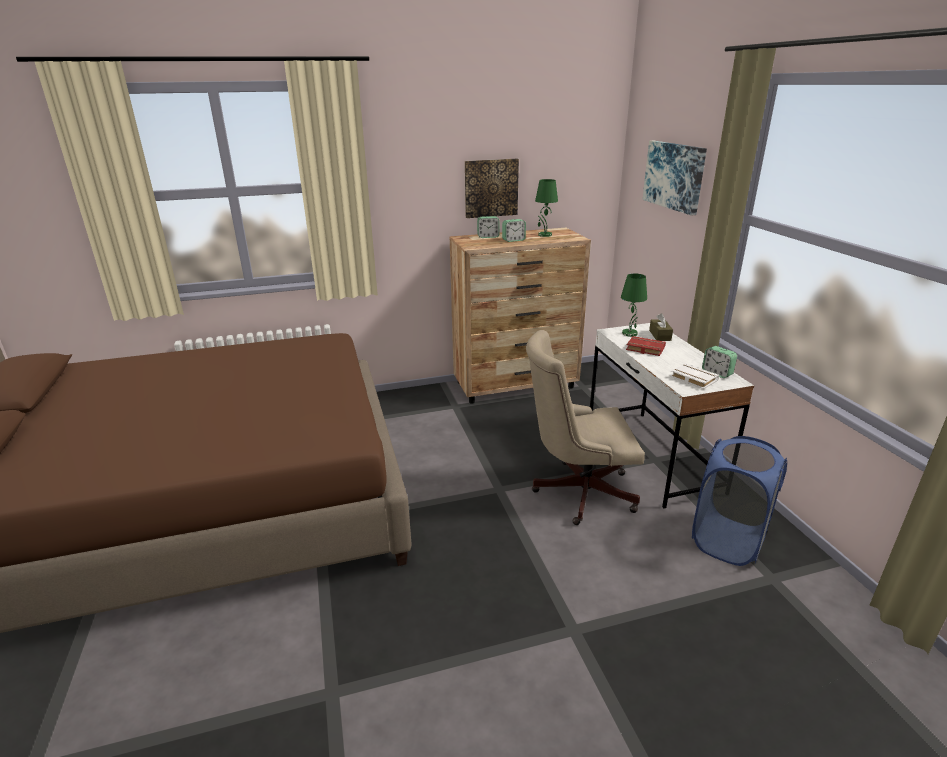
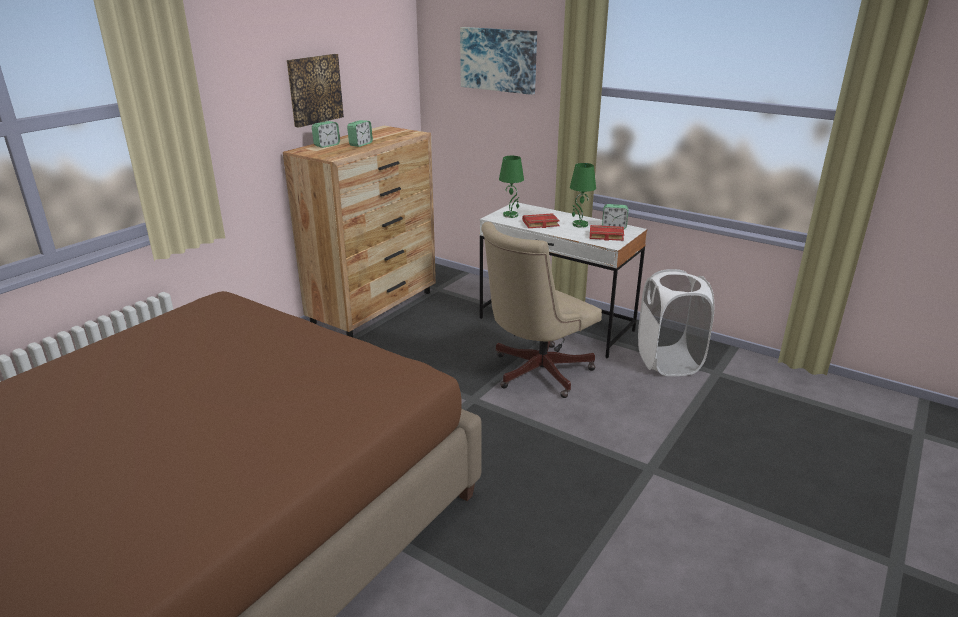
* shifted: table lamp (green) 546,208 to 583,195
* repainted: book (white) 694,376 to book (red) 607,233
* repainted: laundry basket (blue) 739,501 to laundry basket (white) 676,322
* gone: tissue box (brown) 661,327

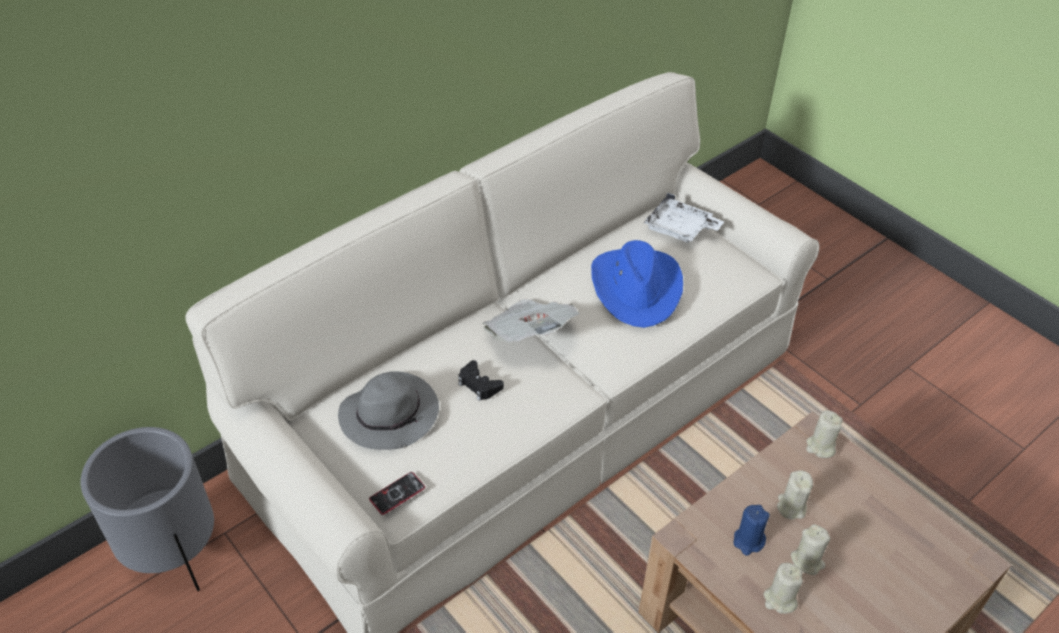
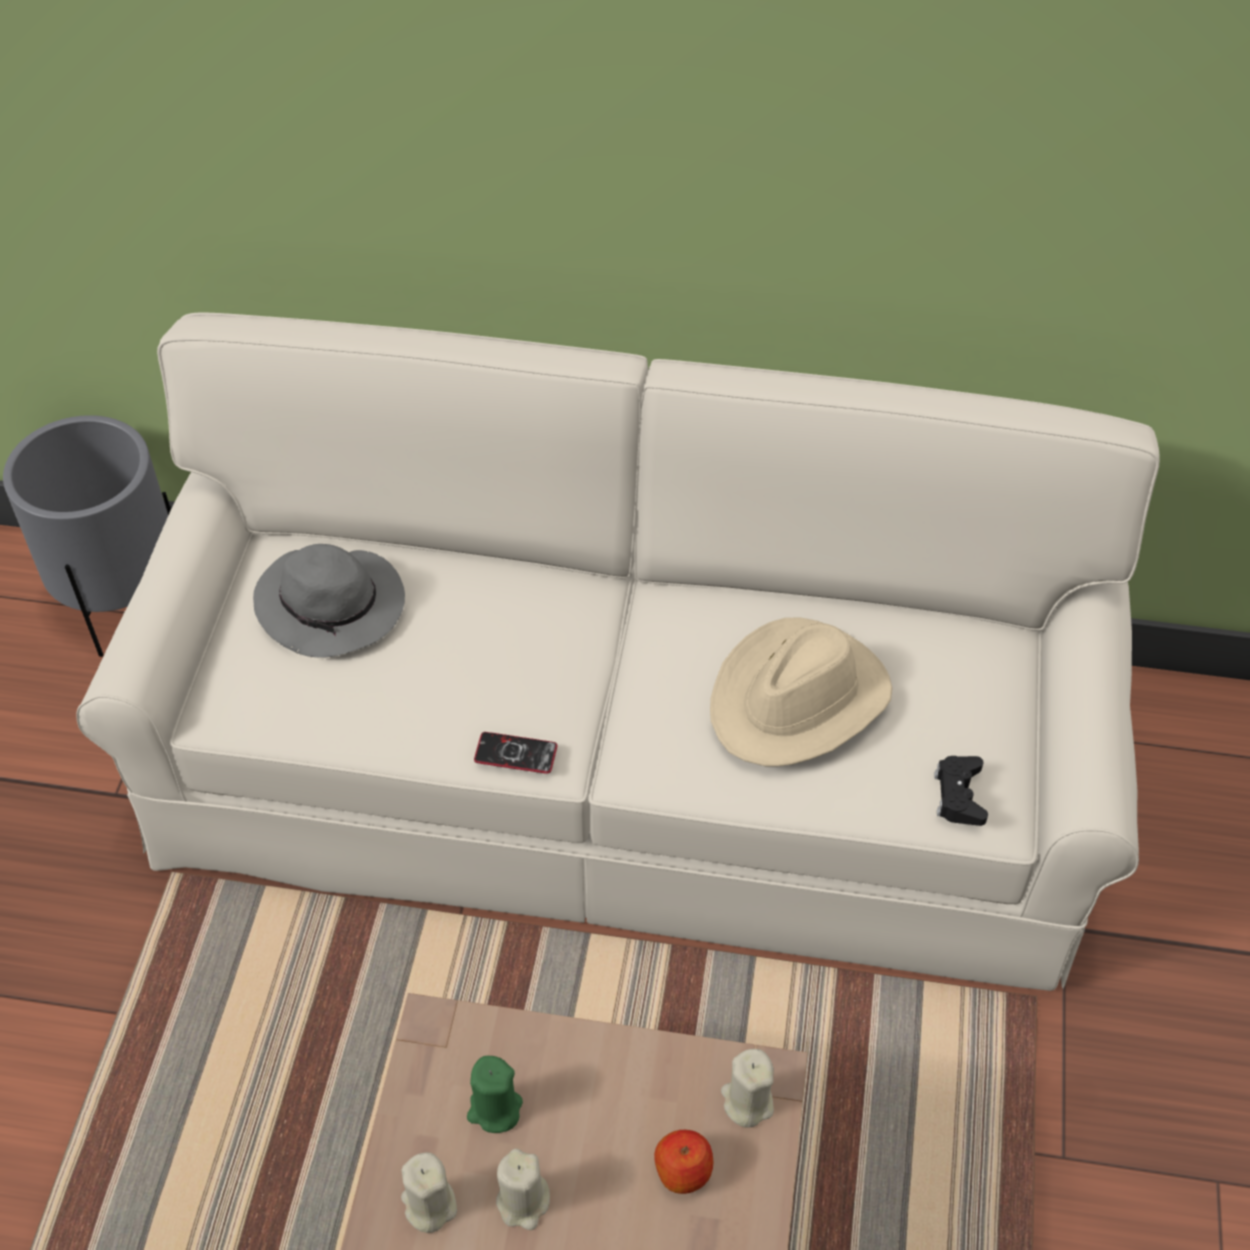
* repainted: candle (blue) 751,530 to candle (green) 495,1094
* shifted: phone 397,493 to 516,753
* new: apple 683,1162
* repainted: hat (blue) 637,284 to hat (beige) 801,691
* shifted: game controller (black) 481,380 to 961,791
* gone: newspaper 530,320
* gone: tray (white) 683,218
* gone: candle (beige) 795,495

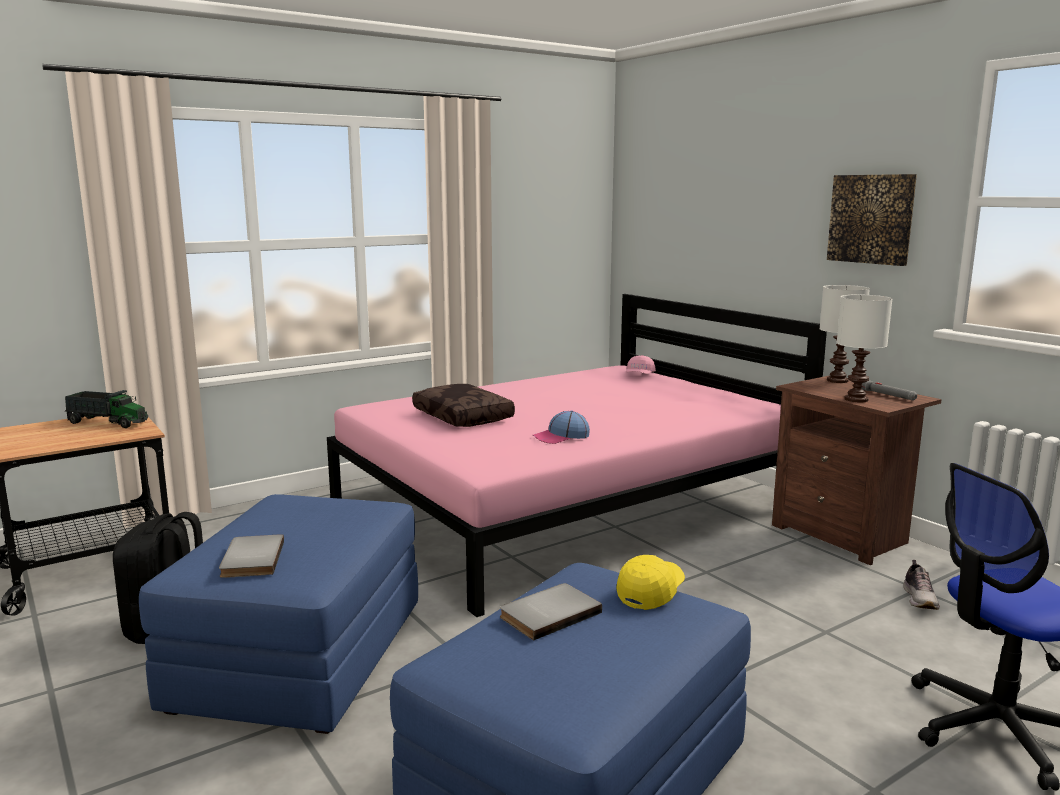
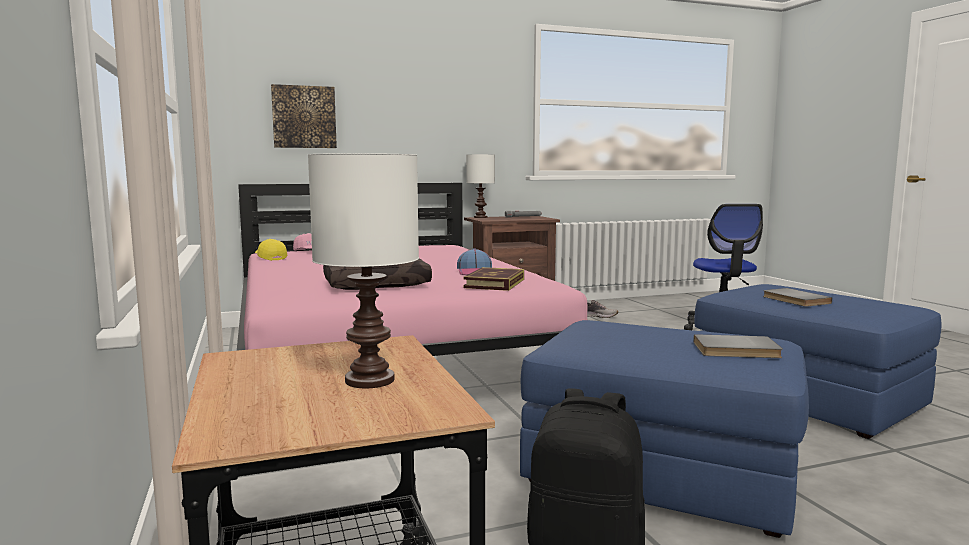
* shifted: cap (yellow) 650,582 to 271,250
* shifted: picture 872,220 to 304,116
* shifted: table lamp (white) 865,348 to 363,270
* new: book 493,279
* gone: toy truck 106,409

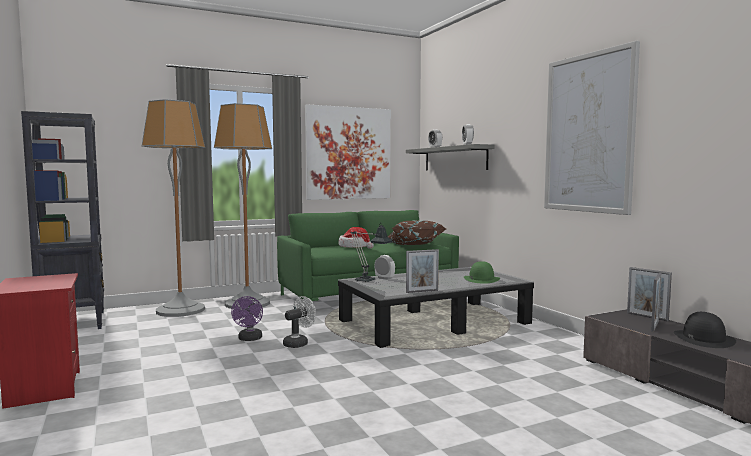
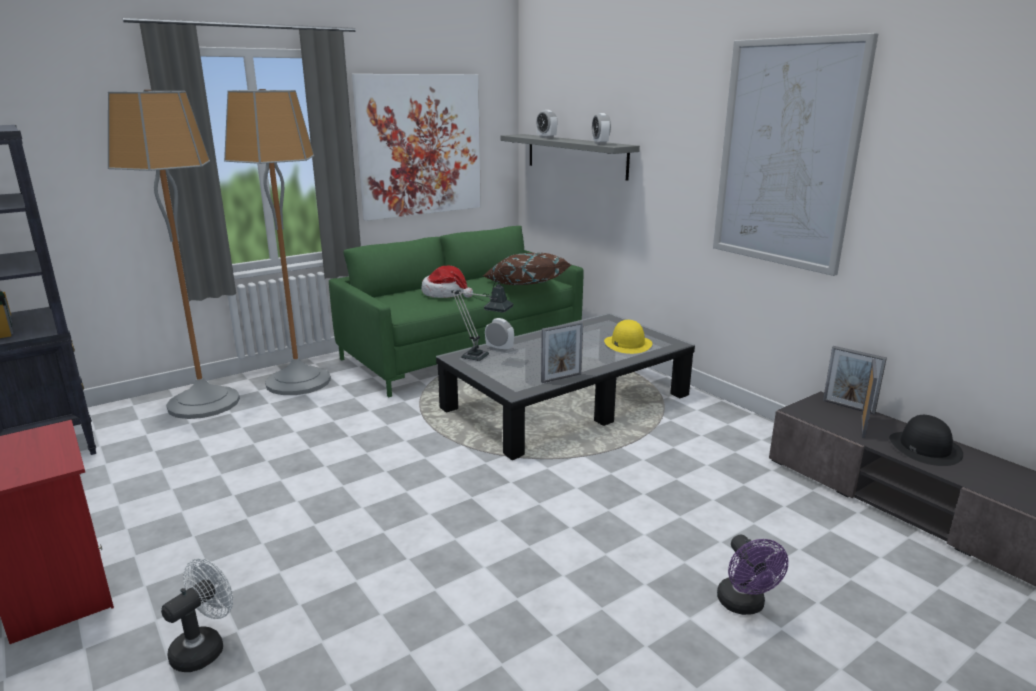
* shifted: fan (white) 299,322 to 197,615
* repainted: hat (green) 482,272 to hat (yellow) 628,337
* shifted: fan (purple) 247,318 to 753,575

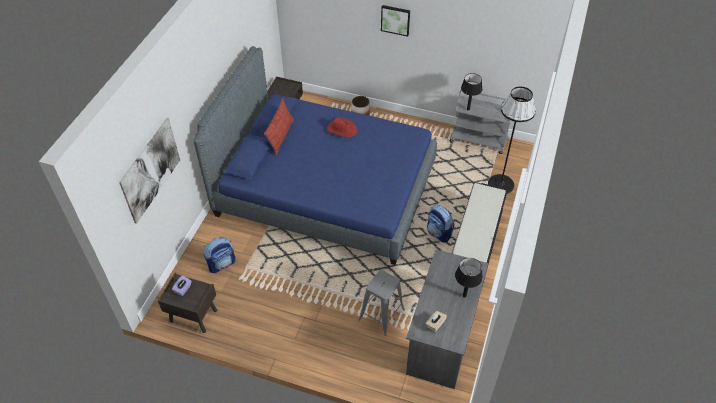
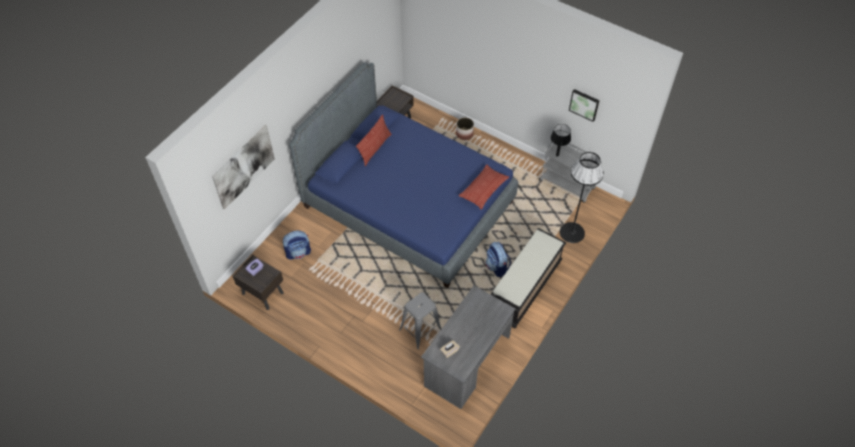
* new: pillow 483,186
* shifted: picture 395,21 to 584,105
* gone: hat (red) 342,127
* gone: table lamp (black) 469,278

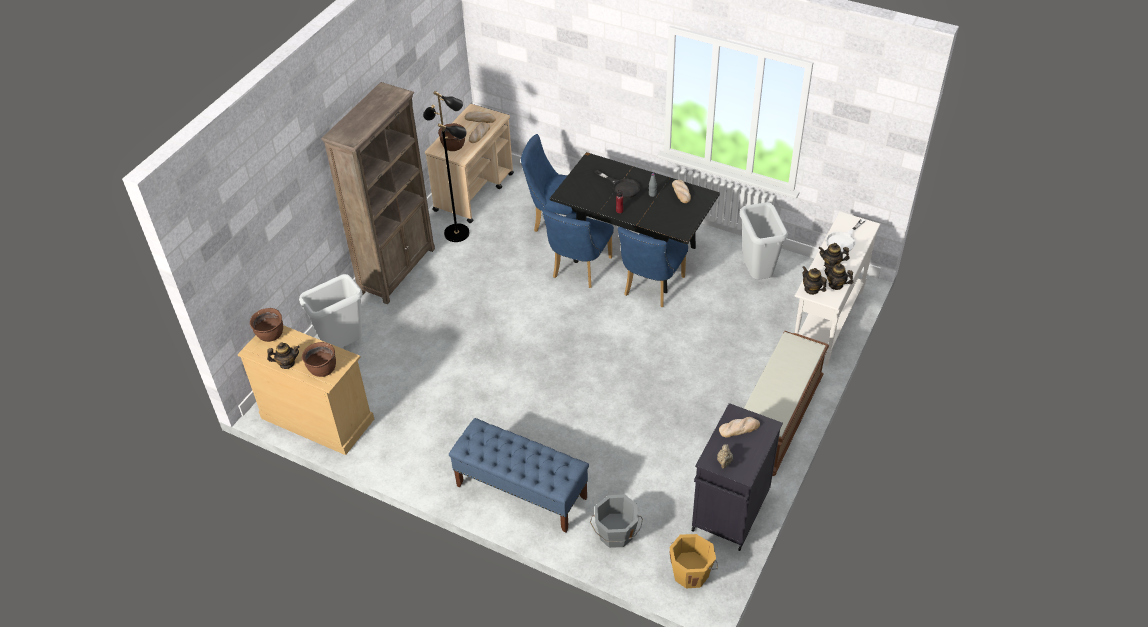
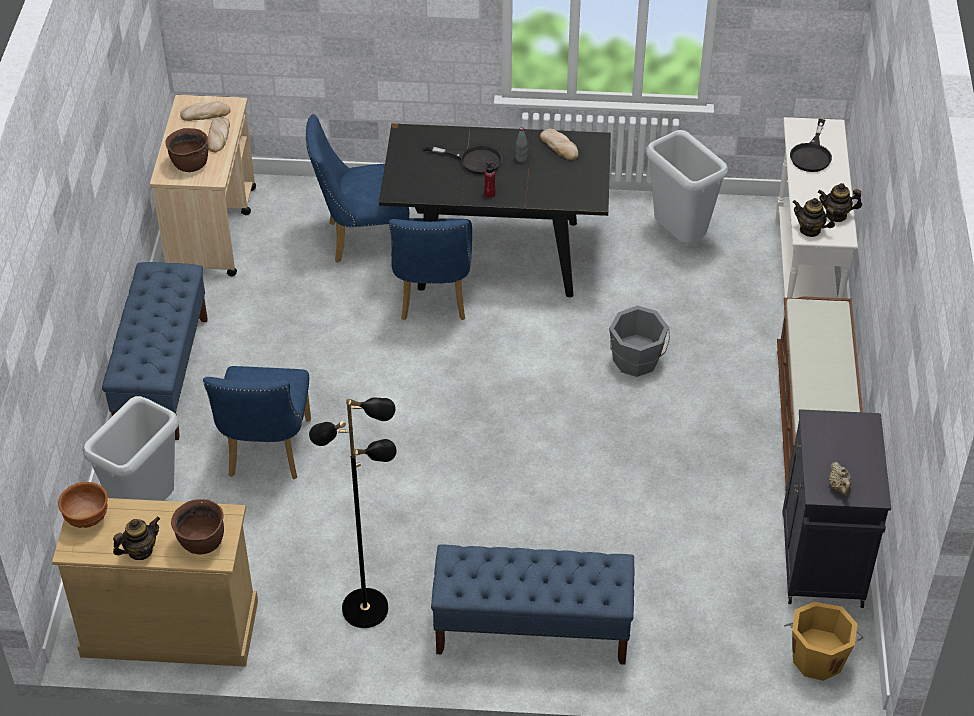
* swapped: cooking pot (brown) 266,325 to bowl (brown) 83,505
* swapped: bookcase (brown) 378,193 to bench (blue) 155,351
* shifted: chair (blue) 653,267 to 257,422
* shifted: floor lamp (black) 446,166 to 353,512
* shifted: bucket (grey) 616,521 to 639,341
* repainted: frying pan (white) 846,235 to frying pan (black) 811,145
* gone: bread 739,427
* gone: teapot 833,256

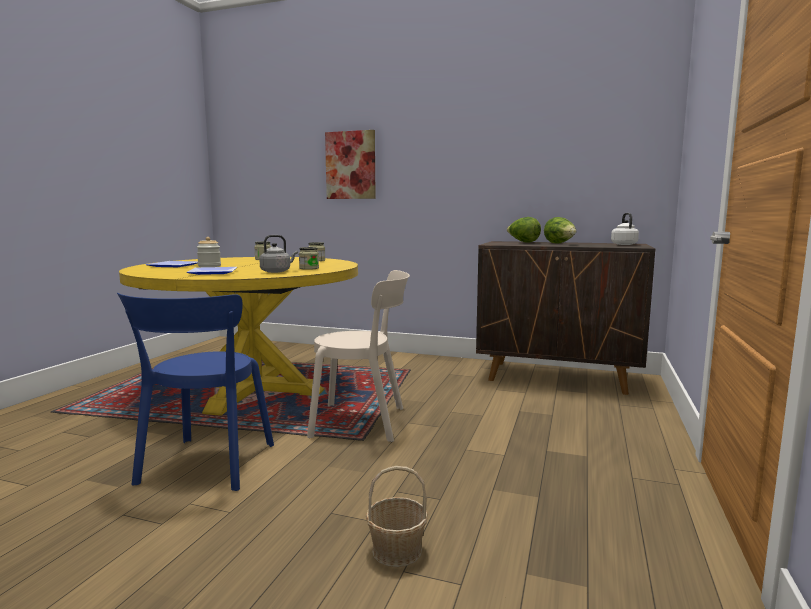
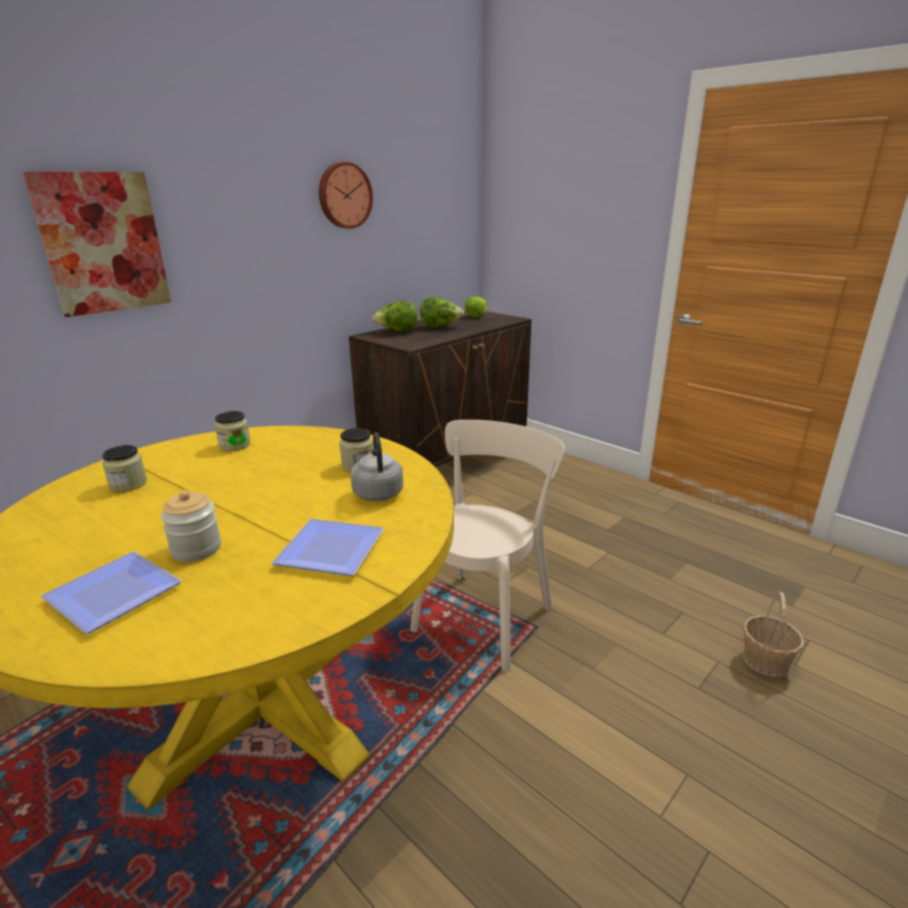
* new: wall clock 346,195
* swapped: kettle (white) 625,229 to lettuce 476,307
* gone: chair (blue) 195,392

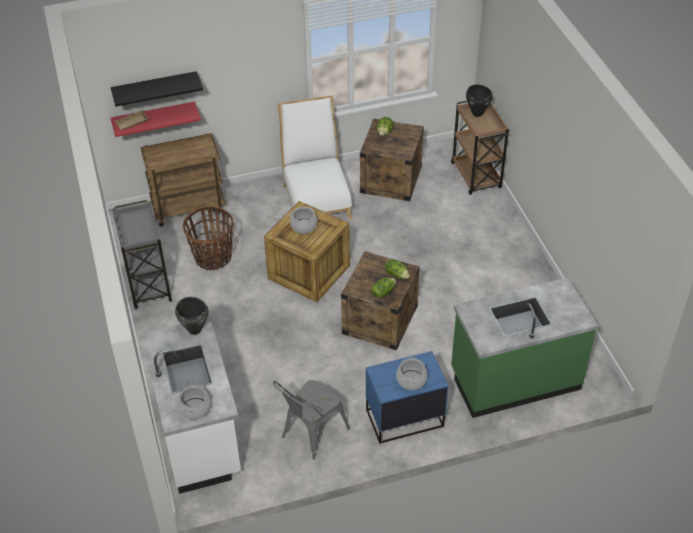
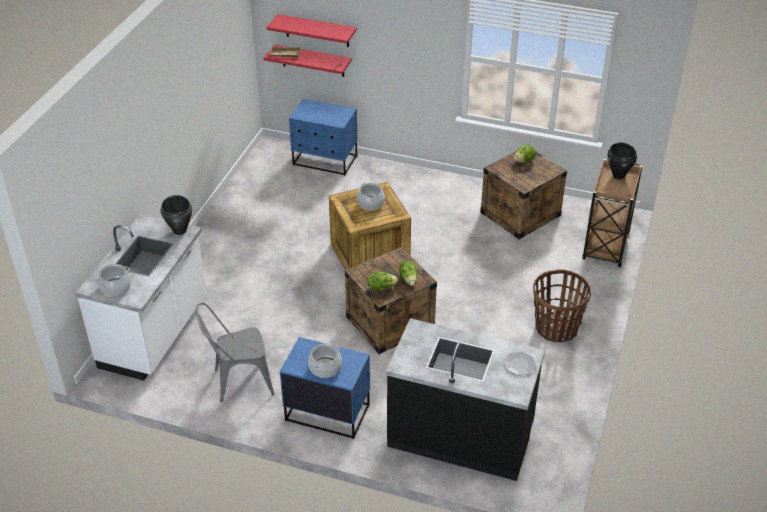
* repainted: shelf (black) 157,89 to shelf (red) 311,30
* swapped: cart (brown) 183,180 to nightstand (blue) 323,137
* repainted: counter (green) 524,348 to counter (black) 465,399
* new: plate 519,364
* shifted: basket 208,238 to 562,305
* gone: cart (grey) 142,254
* gone: chair (white) 315,158

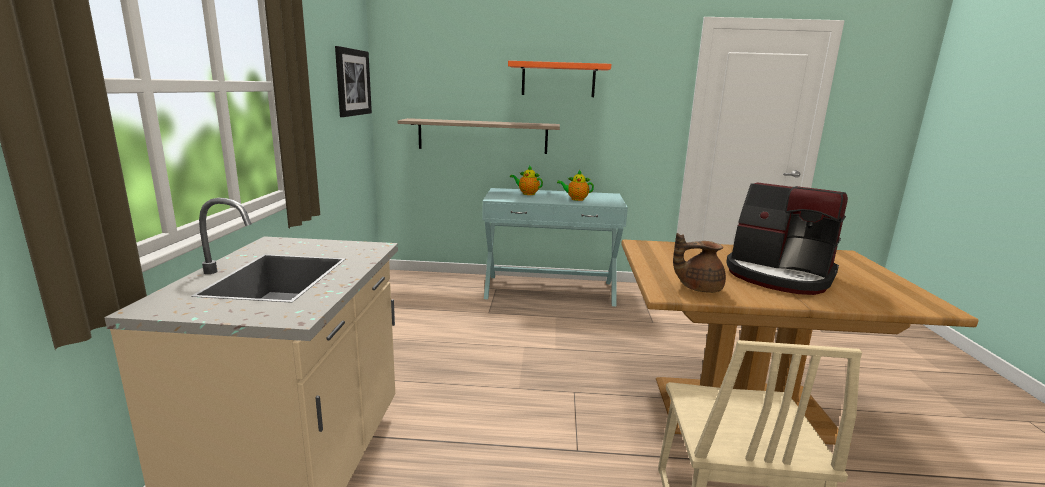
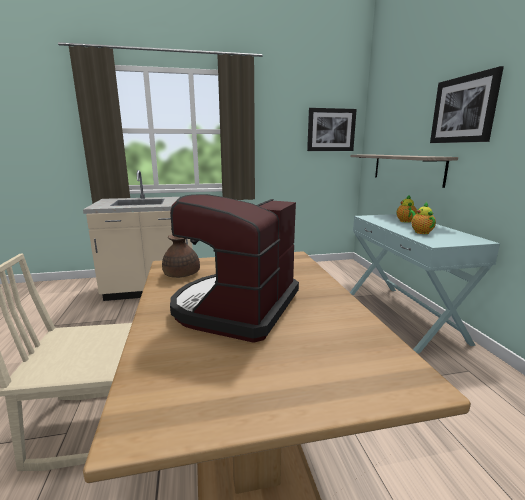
* swapped: shelf (orange) 559,79 to picture 467,104

